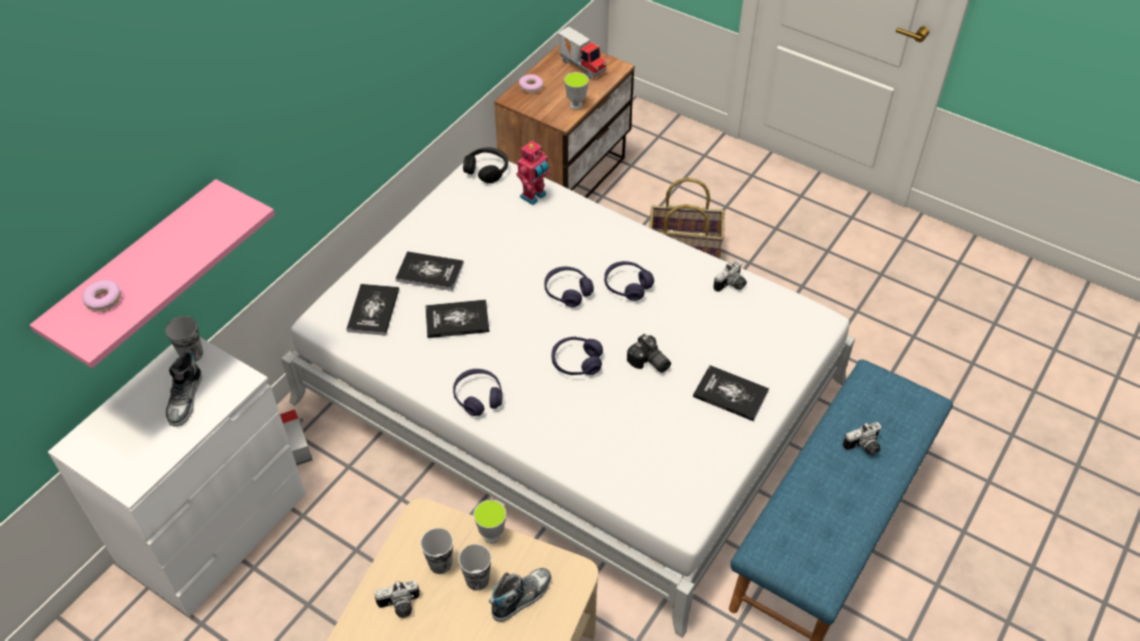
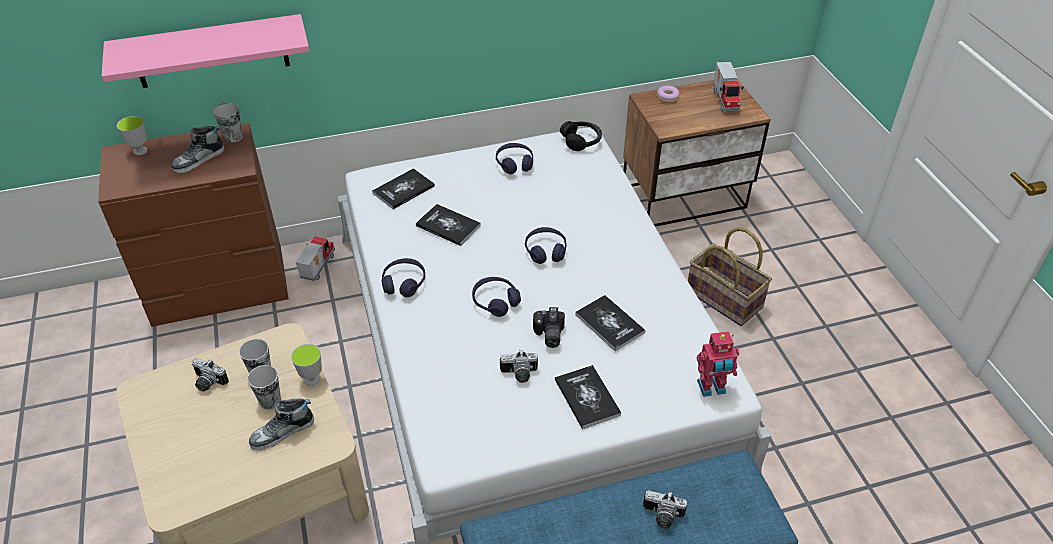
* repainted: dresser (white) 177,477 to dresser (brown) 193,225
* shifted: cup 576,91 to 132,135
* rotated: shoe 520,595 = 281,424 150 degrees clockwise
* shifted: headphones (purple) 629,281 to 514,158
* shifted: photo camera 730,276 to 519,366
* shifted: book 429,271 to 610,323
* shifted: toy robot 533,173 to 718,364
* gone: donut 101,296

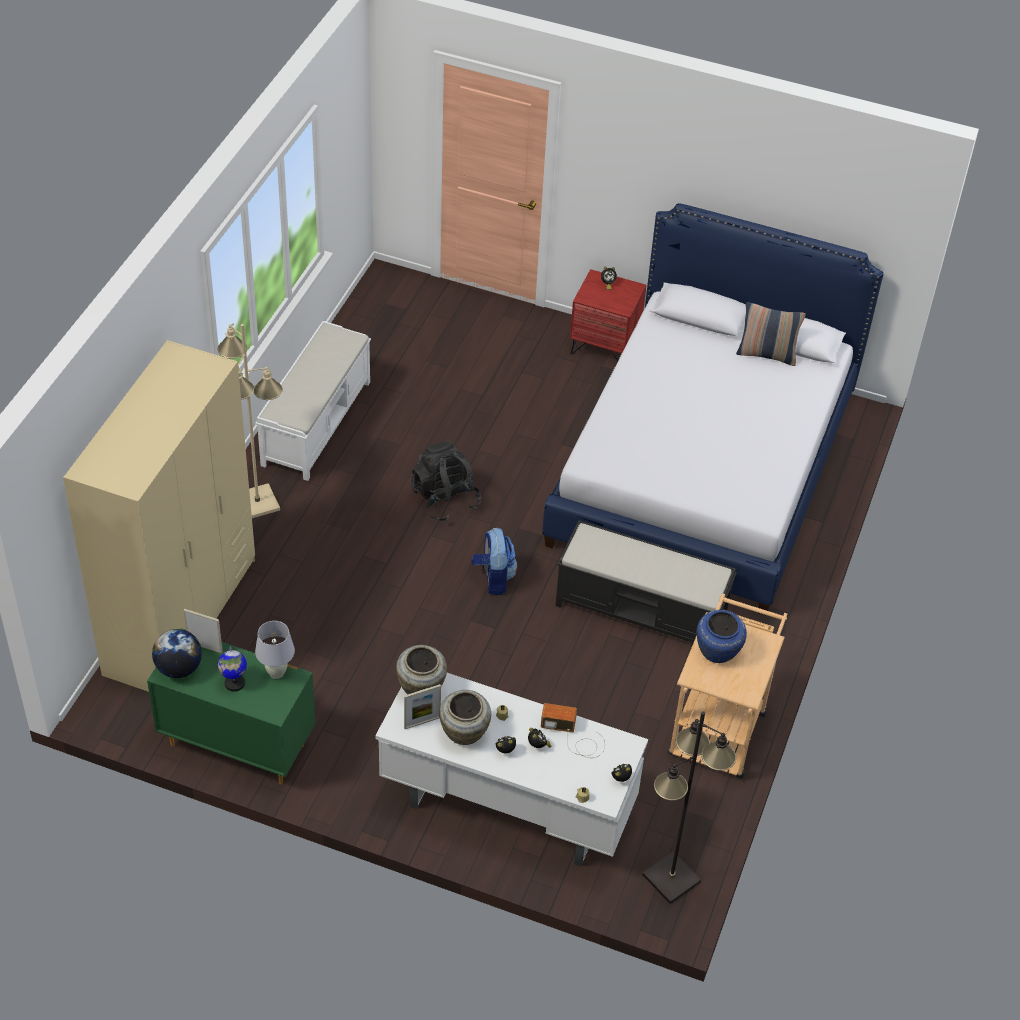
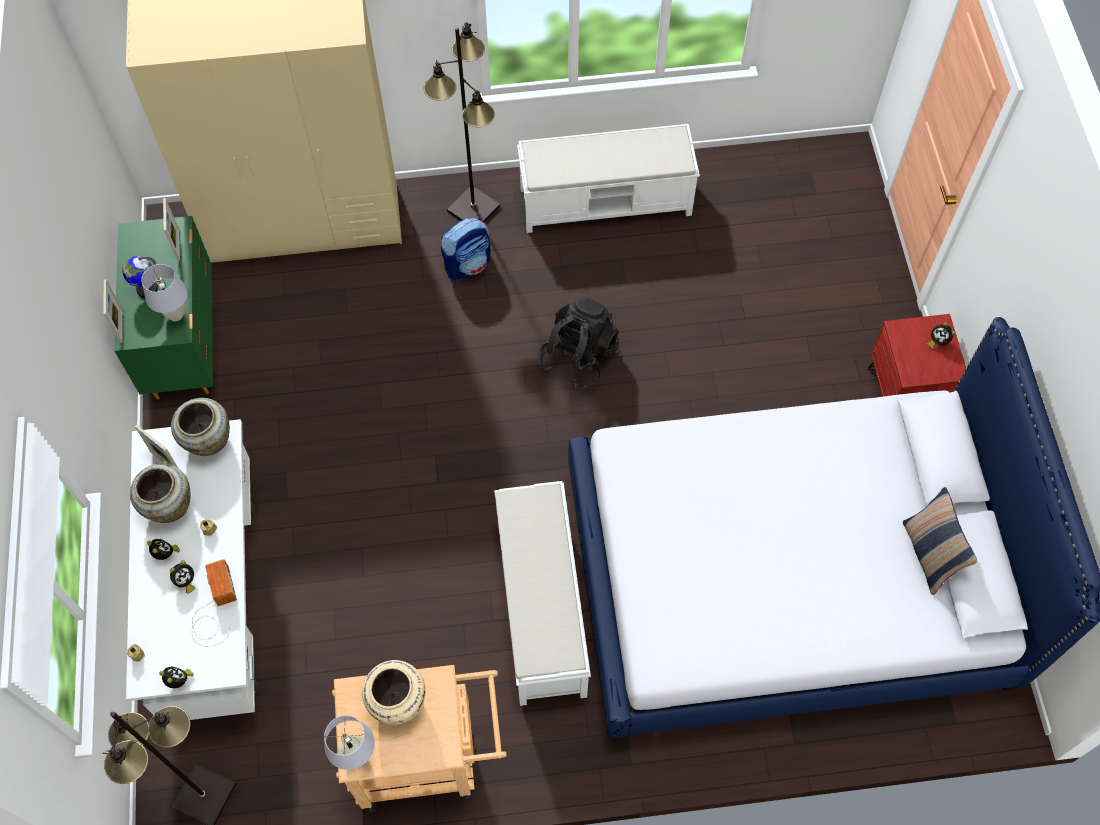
* new: picture frame 113,311
* new: table lamp (white) 349,742
* repainted: vase (blue) 722,636 to vase (beige) 393,692
* repainted: floor lamp (beige) 250,420 to floor lamp (black) 462,122
* shifted: backpack 494,561 to 466,249
* repainted: bench (black) 646,581 to bench (white) 542,593
* gone: globe 177,653

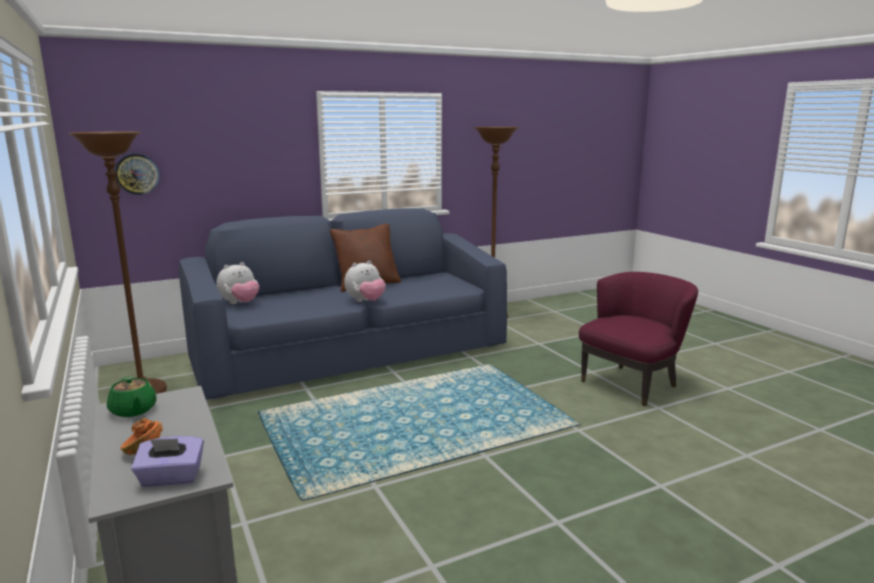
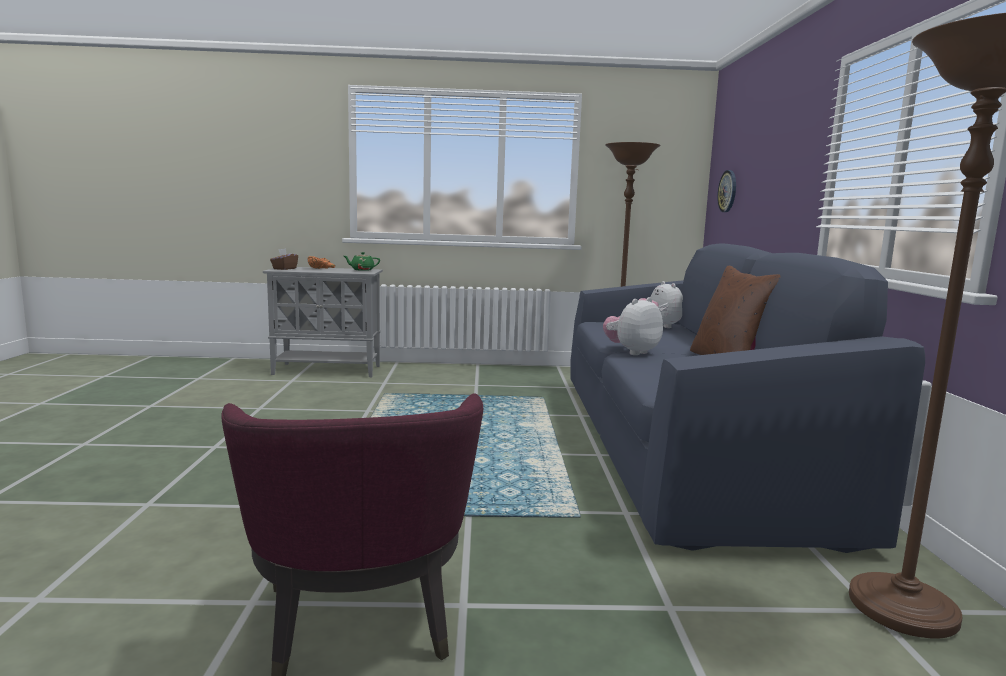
* repainted: tissue box (purple) 167,461 to tissue box (brown) 284,259
* rotated: plush toy 365,281 = 633,326 60 degrees clockwise

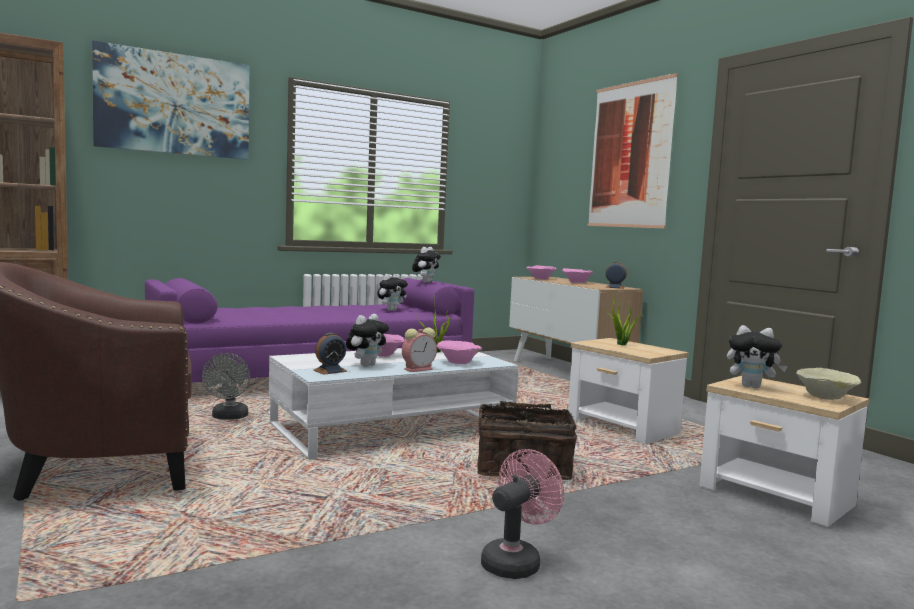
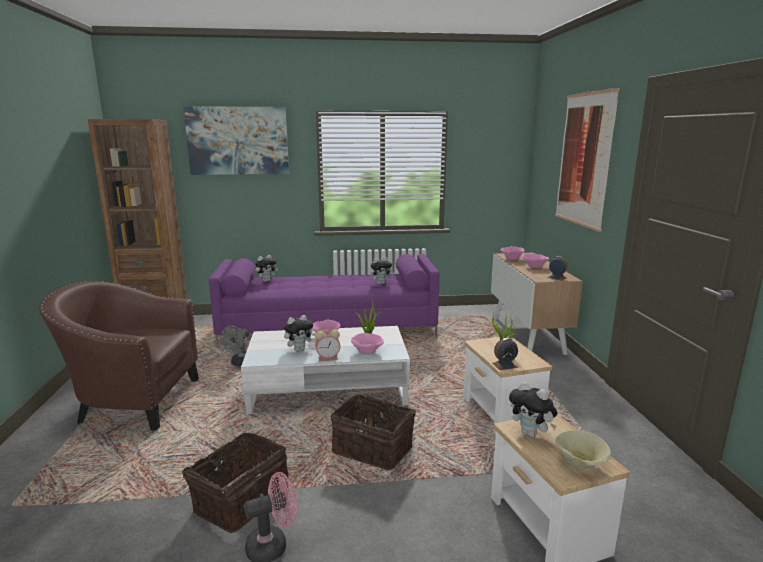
* new: basket 233,482
* shifted: plush toy 426,265 to 266,268
* shifted: alarm clock 330,353 to 505,354

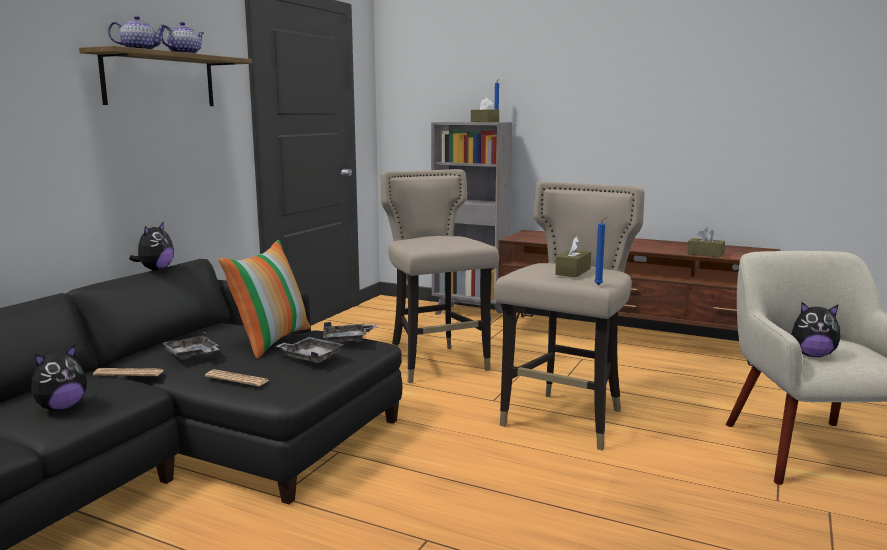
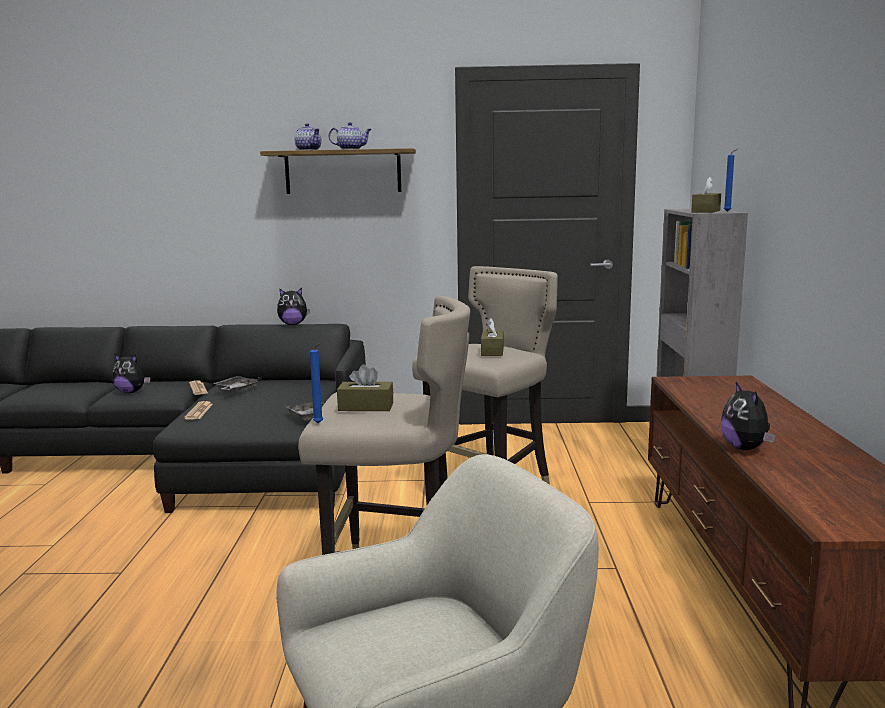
* shifted: tissue box (brown) 706,242 to 492,337
* shifted: plush toy 816,329 to 748,416
* gone: pillow 265,299
* gone: tray (grey) 309,350

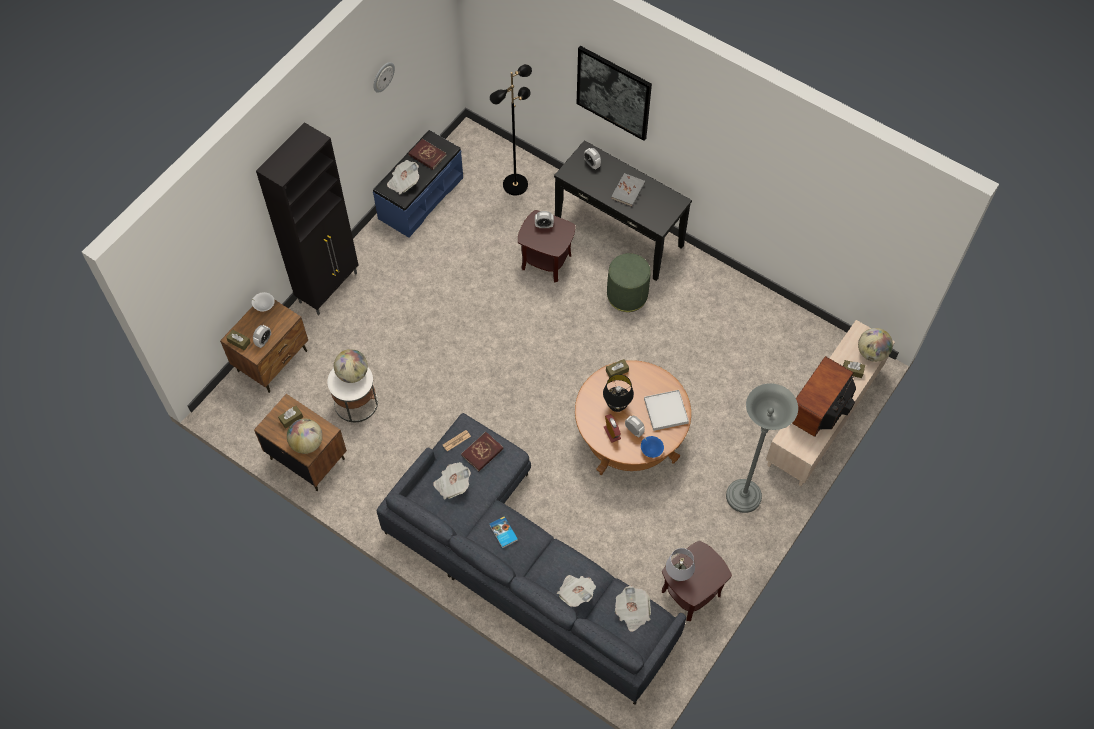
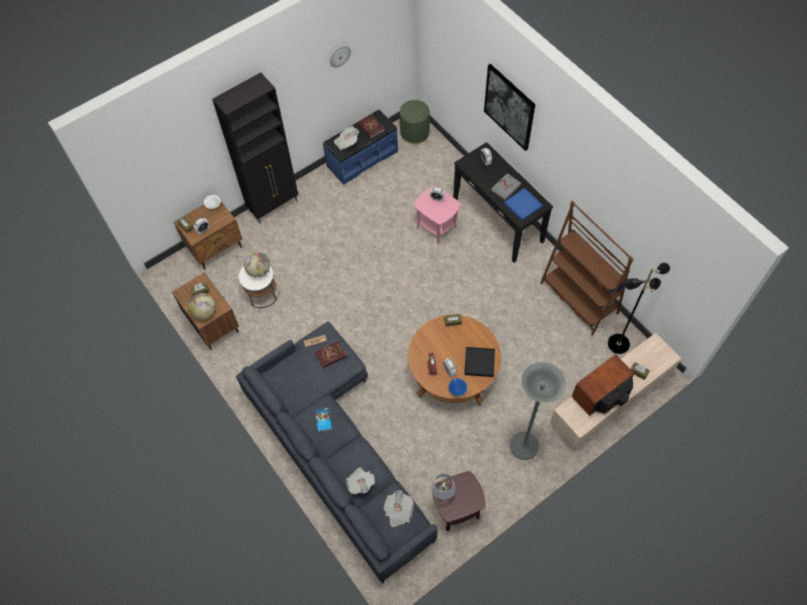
* shifted: ottoman (green) 629,282 to 415,122
* repainted: side table (brown) 546,246 to side table (pink) 437,215
* repainted: tray (white) 666,410 to tray (black) 479,362
* new: tray (blue) 523,204
* new: bookcase (brown) 587,268
* shifted: floor lamp (black) 511,129 to 639,308
* gone: newspaper 452,481
* gone: table lamp (black) 618,393
* gone: globe 875,345

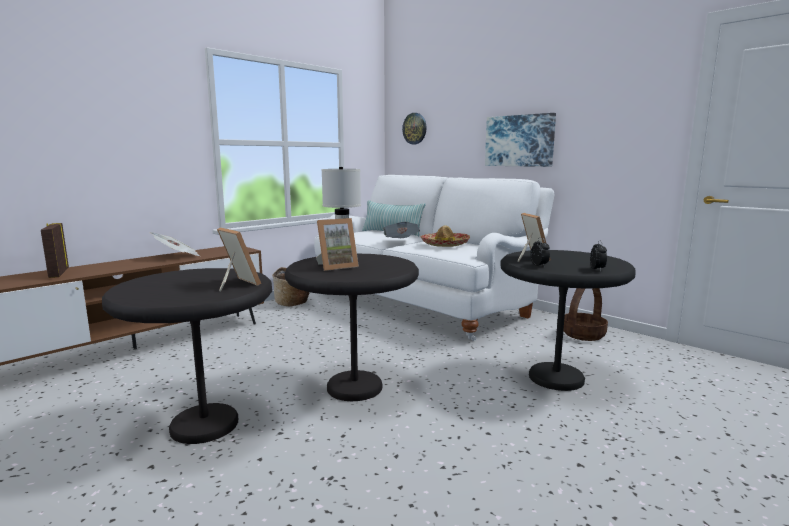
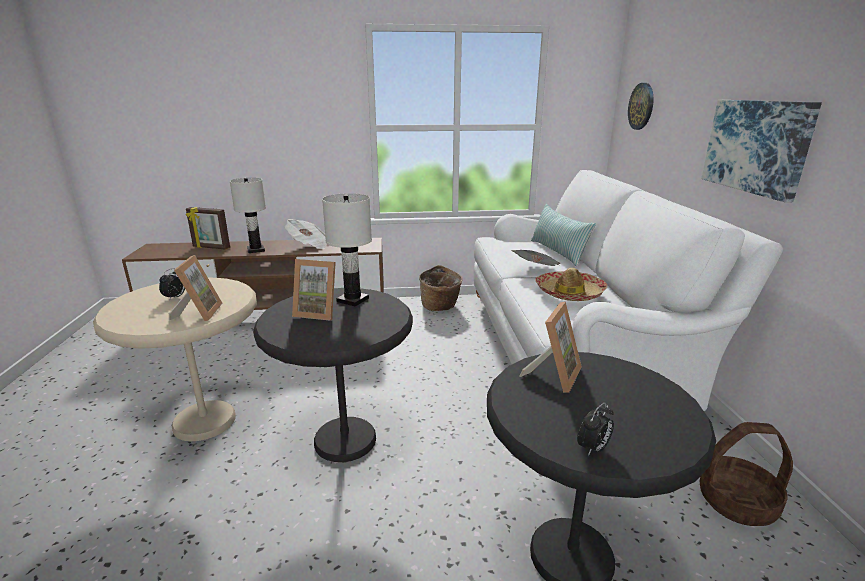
* repainted: side table (black) 187,356 to side table (beige) 175,359
* shifted: alarm clock 540,253 to 172,284
* rotated: picture frame 55,250 = 208,228 90 degrees counterclockwise
* new: table lamp (white) 248,215

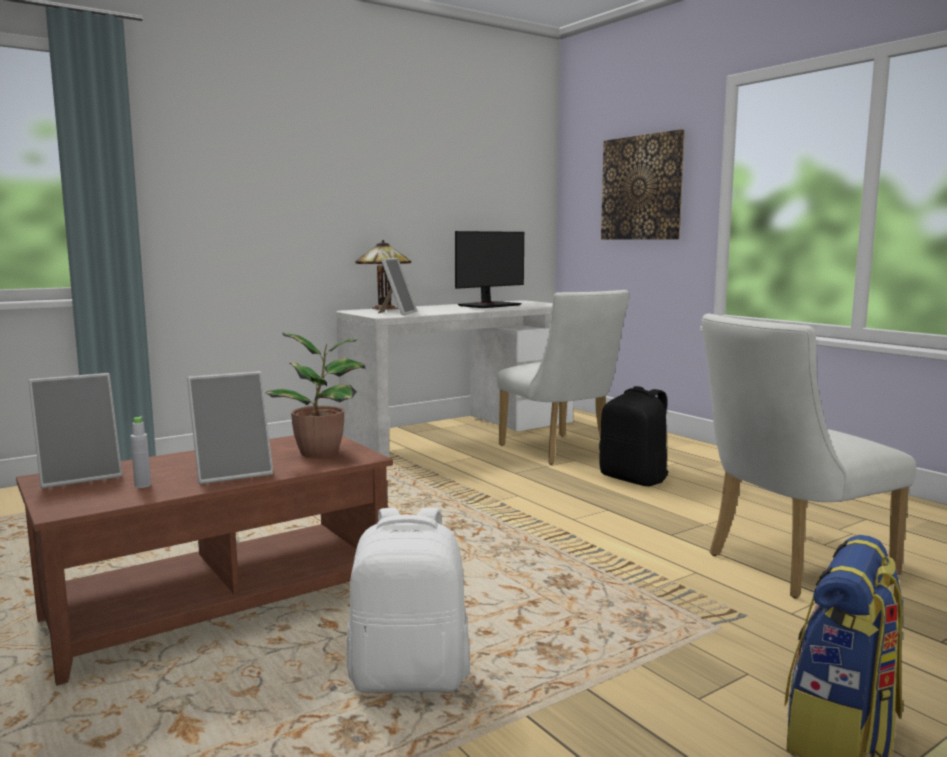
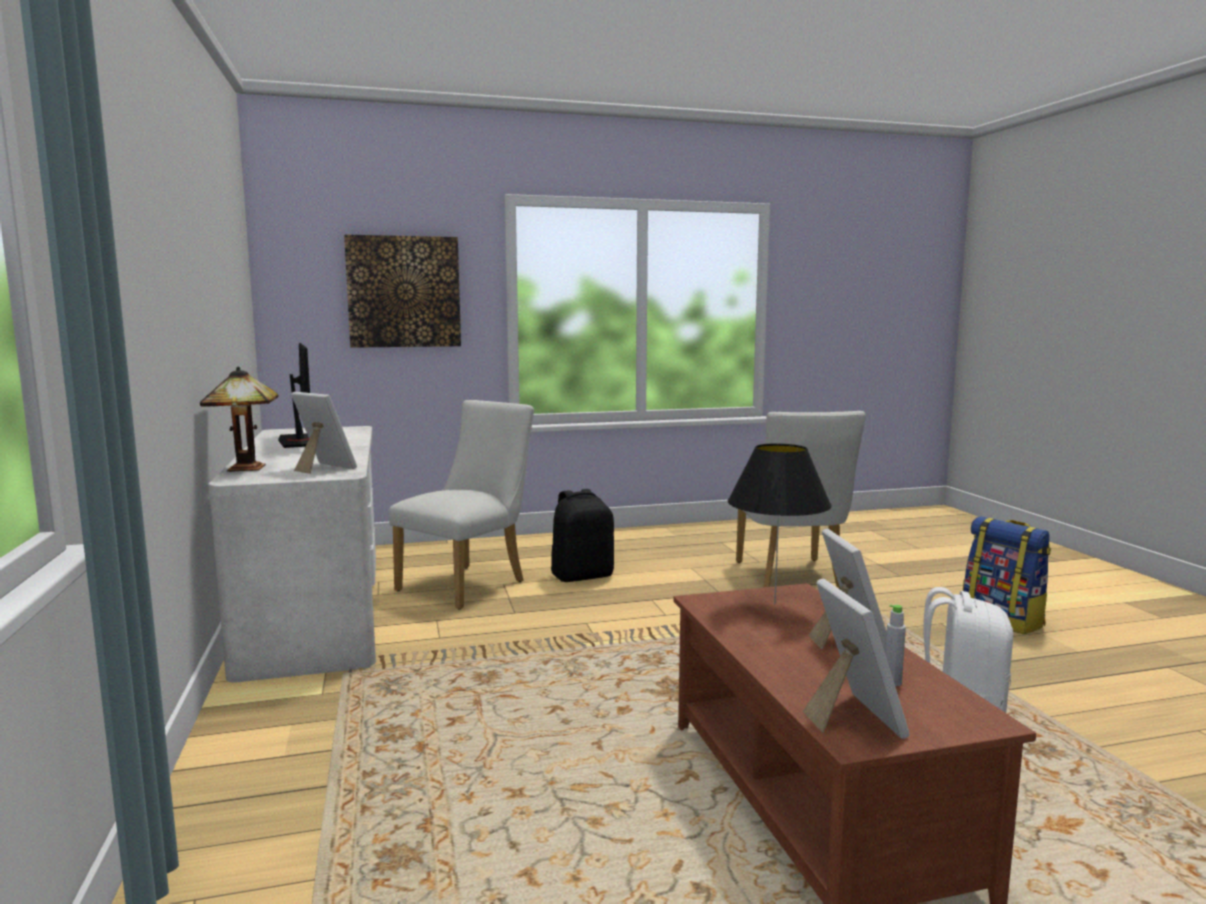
* rotated: chair (white) 563,377 = 461,505 45 degrees counterclockwise
* swapped: potted plant 315,395 to table lamp (black) 780,523

